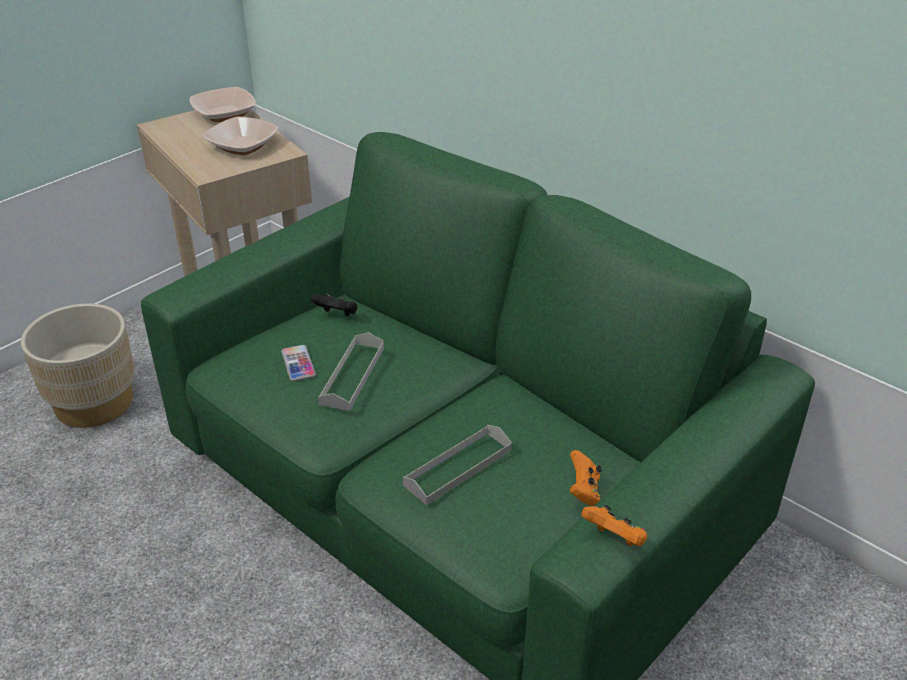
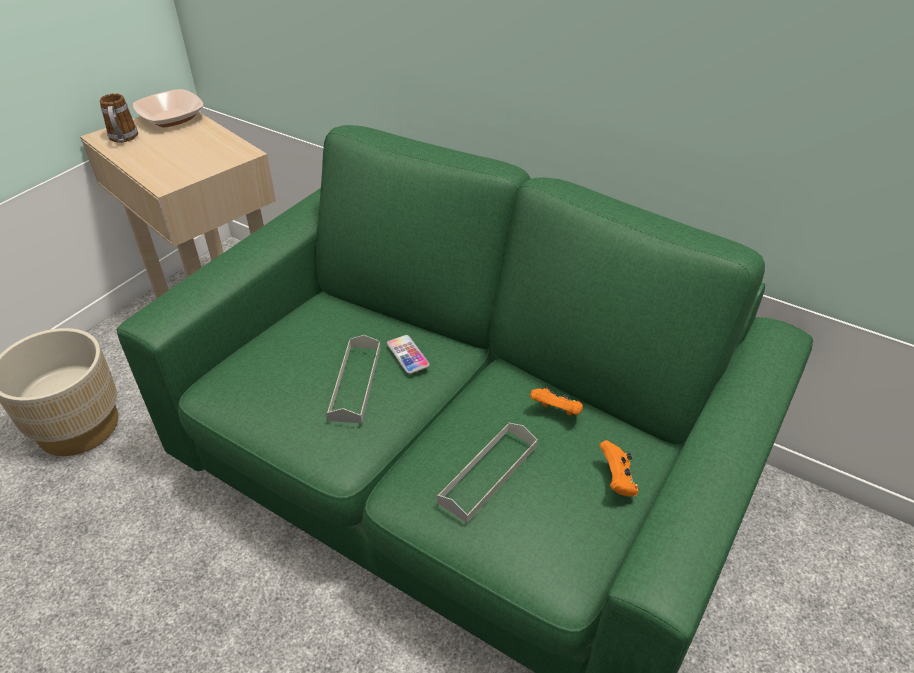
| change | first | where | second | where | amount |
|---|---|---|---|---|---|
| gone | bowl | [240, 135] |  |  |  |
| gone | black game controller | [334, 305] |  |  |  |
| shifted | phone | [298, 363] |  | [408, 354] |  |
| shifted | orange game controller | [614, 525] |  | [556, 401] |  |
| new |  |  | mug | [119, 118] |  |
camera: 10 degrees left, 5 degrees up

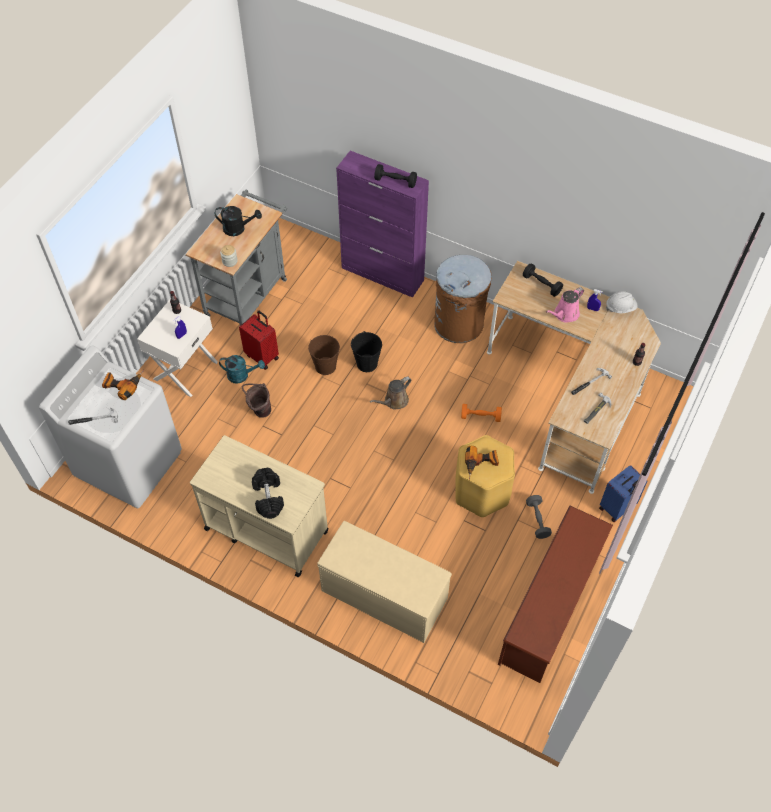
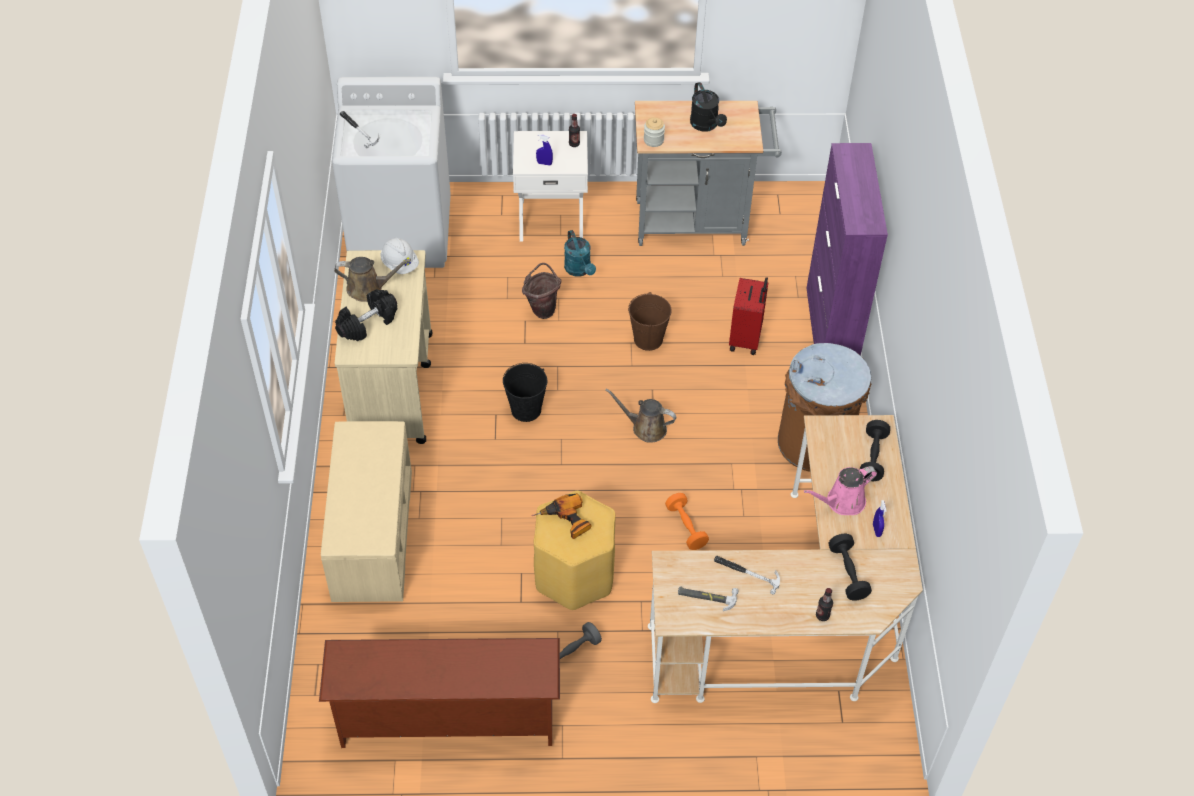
| change | first | where | second | where | amount |
|---|---|---|---|---|---|
| shifted | black dumbbell | [395, 176] |  | [850, 567] |  |
| rotated | pink watering can | [565, 305] |  | [840, 490] | 45 degrees counterclockwise |
| shifted | white hard hat | [622, 302] |  | [400, 255] |  |
| shifted | red suitcase | [259, 340] |  | [749, 316] |  |
| shifted | black bucket | [366, 351] |  | [525, 392] |  |
| gone | power drill | [123, 385] |  |  |  |
| gone | blue suitcase | [623, 493] |  |  |  |
| new |  |  | brown watering can | [372, 279] |  |
camera: 60 degrees right, 5 degrees down

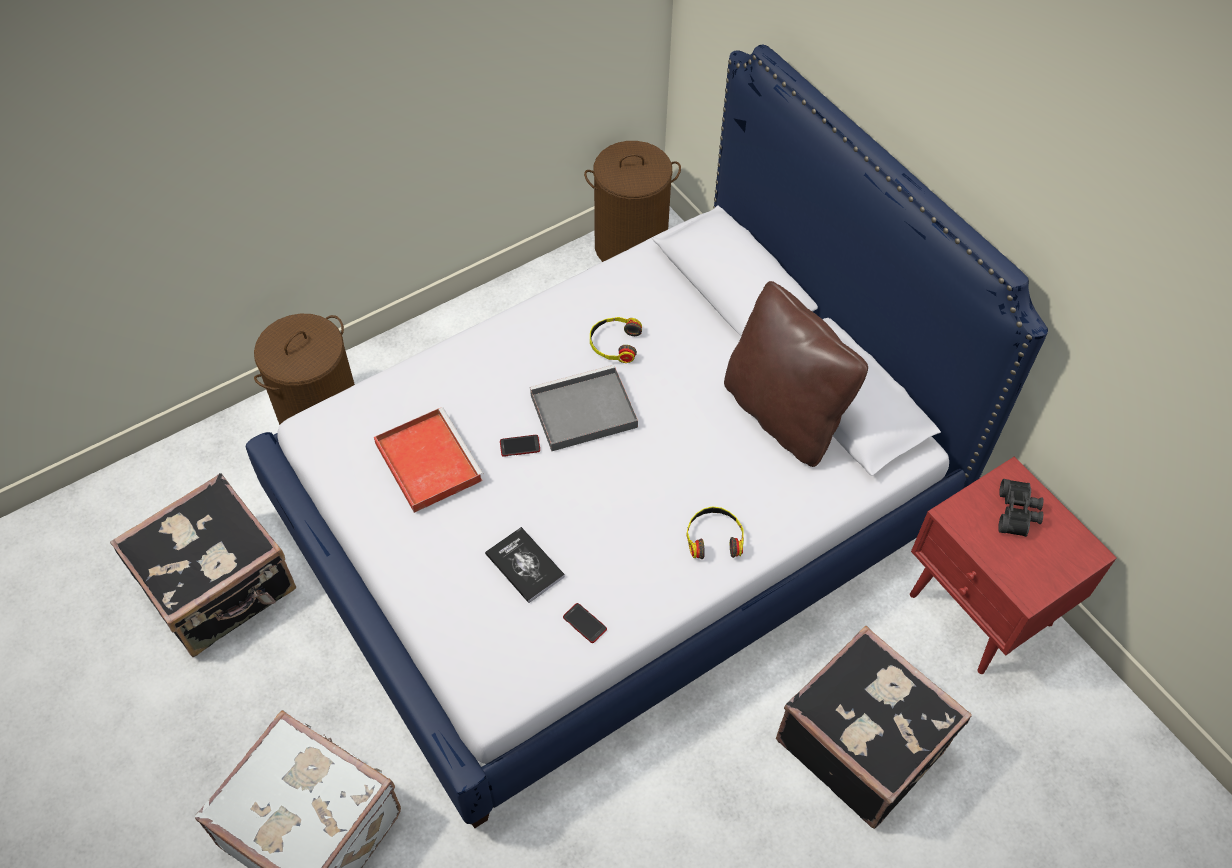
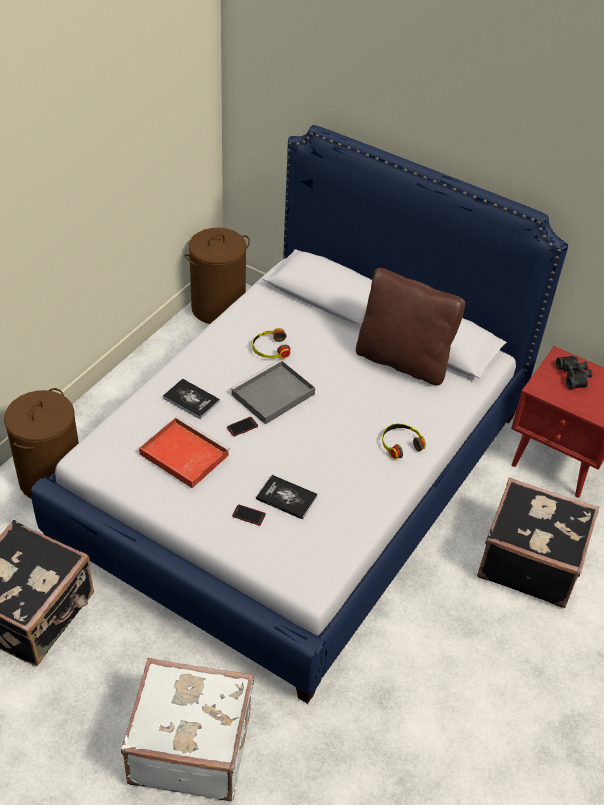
| change | first | where | second | where | amount |
|---|---|---|---|---|---|
| shifted | phone | [585, 623] |  | [249, 515] |  |
| new |  |  | book | [191, 399] |  |
camera: 25 degrees left, 10 degrees down

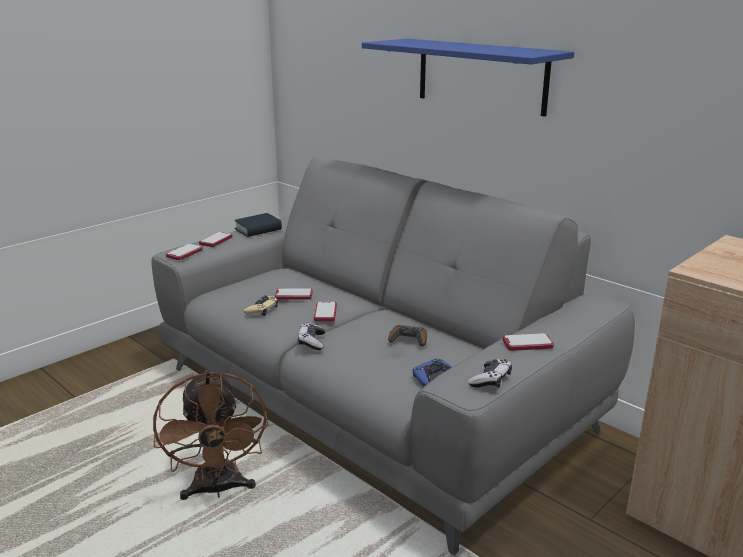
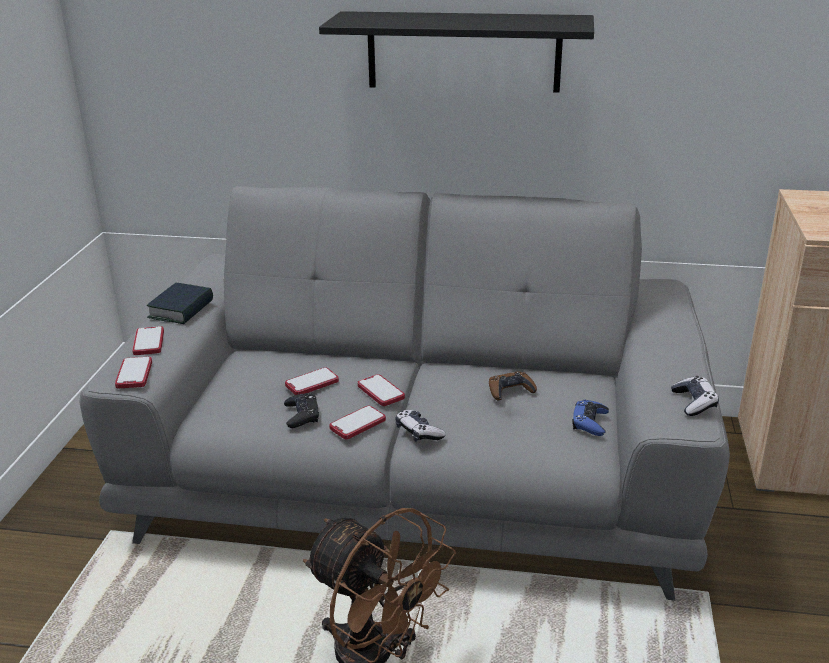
| change | first | where | second | where | amount |
|---|---|---|---|---|---|
| repainted | blue shelf | [468, 78] | black shelf | [456, 52] |  |
| repainted | beige game controller | [261, 305] | black game controller | [301, 410] |  |
| shifted | phone | [528, 342] |  | [357, 422] |  |
camera: 35 degrees left, 5 degrees up

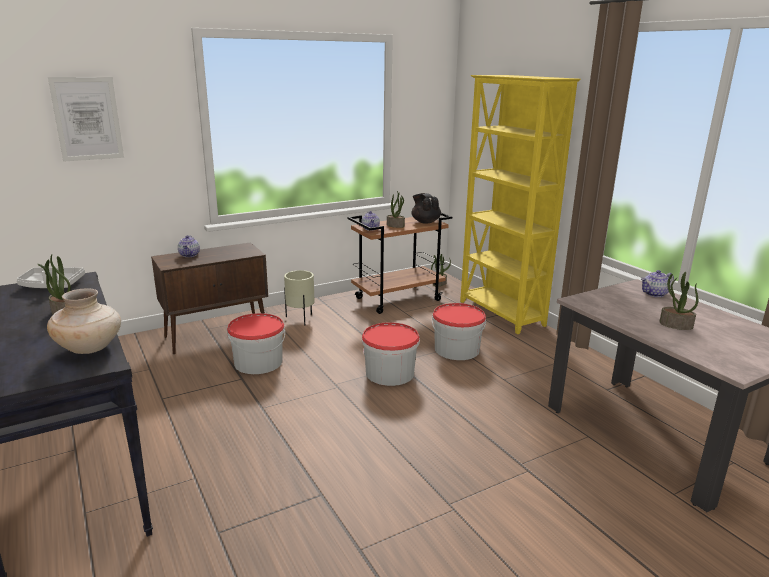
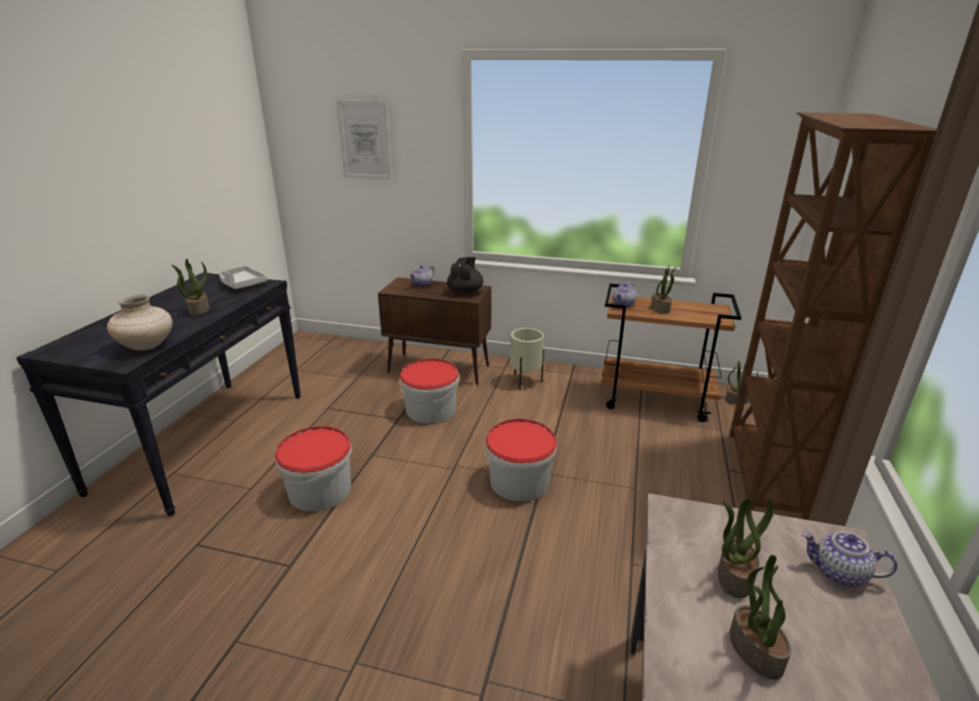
| change | first | where | second | where | amount |
|---|---|---|---|---|---|
| repainted | yellow bookcase | [520, 204] | brown bookcase | [833, 316] |  |
| shifted | black teapot | [426, 208] |  | [465, 276] |  |
| shifted | bucket | [459, 331] |  | [313, 468] |  |
| new |  |  | potted plant | [746, 547] |  |
camera: 45 degrees right, 5 degrees up

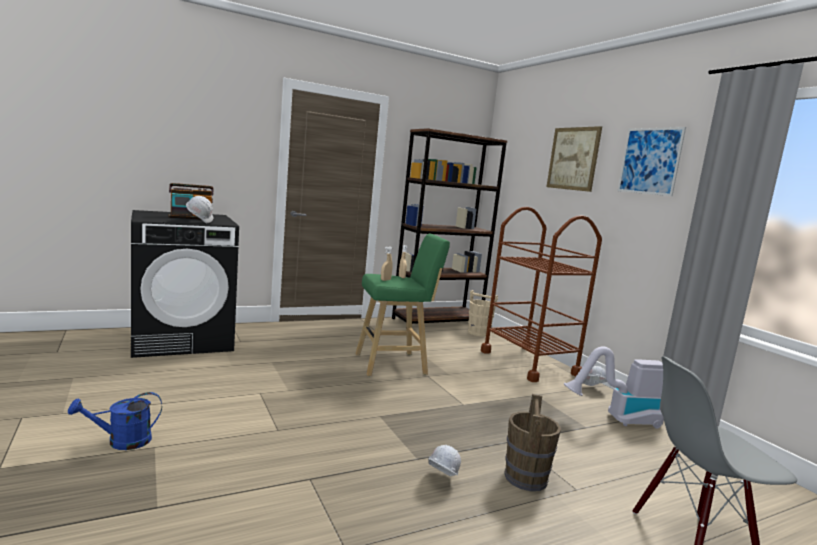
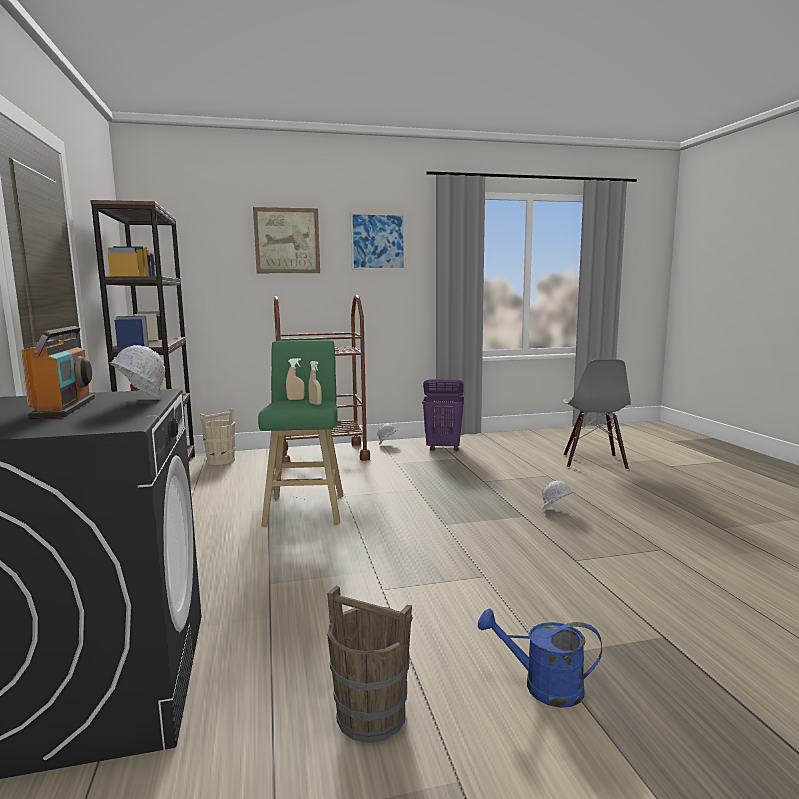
| change | first | where | second | where | amount |
|---|---|---|---|---|---|
| swapped | vacuum cleaner | [614, 388] | purple laundry basket | [443, 415] |  |
| rotated | blue watering can | [115, 421] |  | [540, 658] | 120 degrees clockwise |
| shifted | brown bucket | [532, 442] |  | [370, 664] |  |
camera: 75 degrees left, 0 degrees up

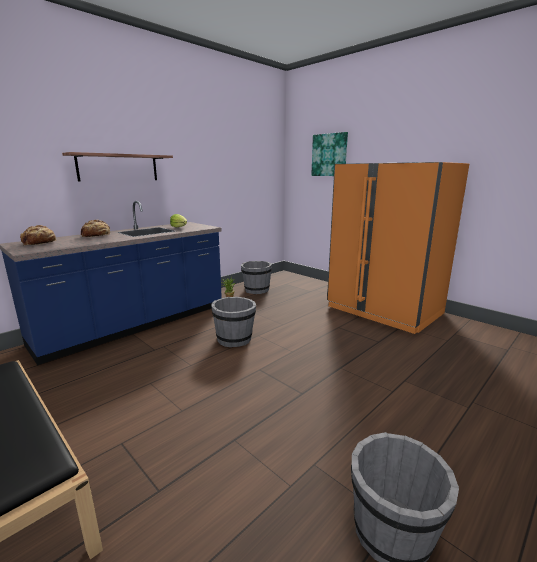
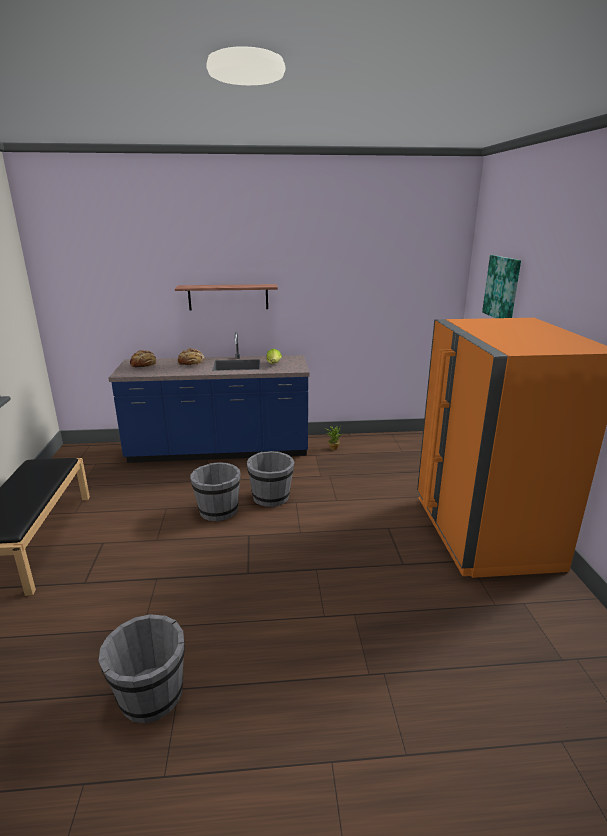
| change | first | where | second | where | amount |
|---|---|---|---|---|---|
| shifted | grey bucket | [256, 277] |  | [215, 491] |  |
camera: 40 degrees right, 5 degrees up

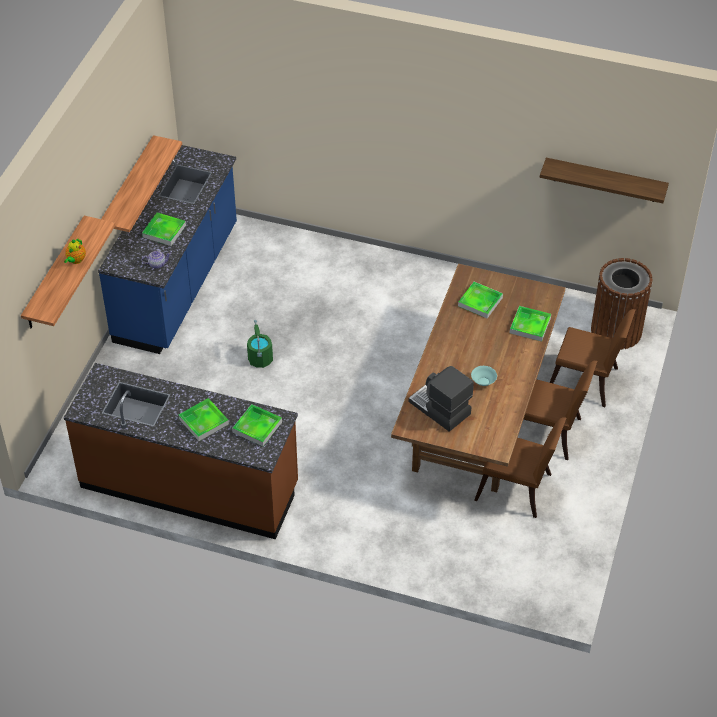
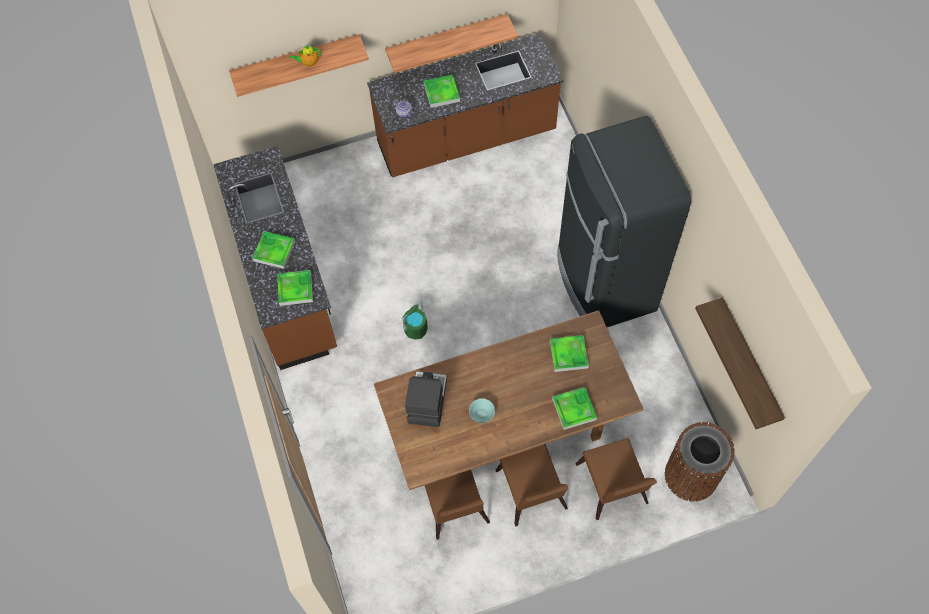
| change | first | where | second | where | amount |
|---|---|---|---|---|---|
| repainted | blue counter | [167, 249] | brown counter | [465, 105] |  |
| shifted | green bucket | [260, 344] |  | [415, 319] |  |
| new |  |  | black fridge | [624, 221] |  |
camera: 55 degrees right, 15 degrees up

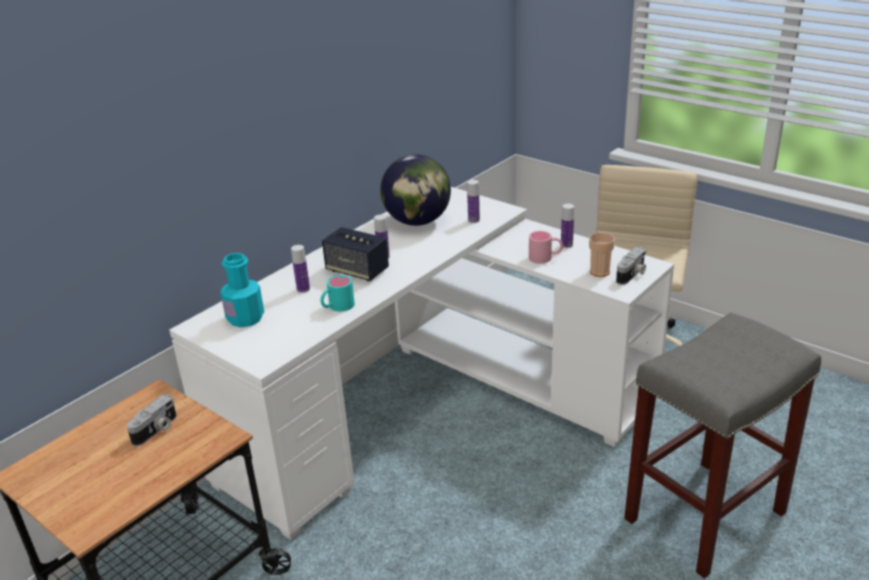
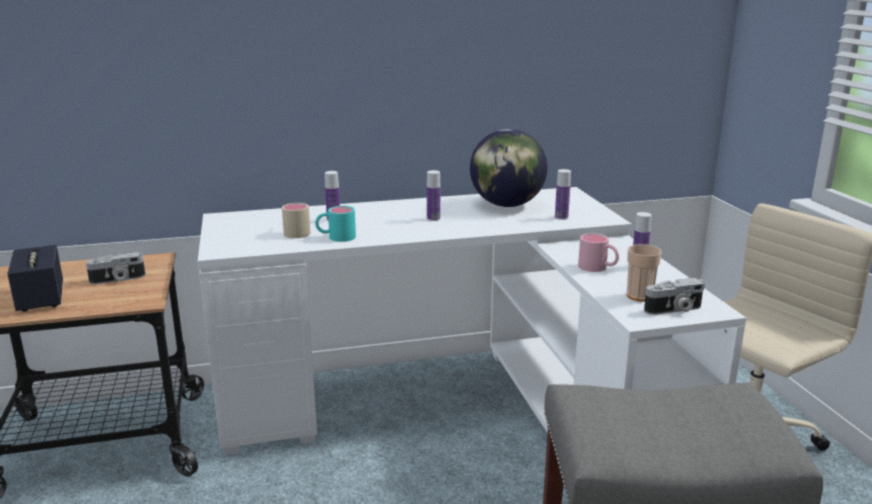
| change | first | where | second | where | amount |
|---|---|---|---|---|---|
| shifted | speaker | [355, 254] |  | [35, 278] |  |
| gone | turquoise bottle | [242, 290] |  |  |  |
| new |  |  | beige mug | [296, 220] |  |
camera: 35 degrees right, 10 degrees down

